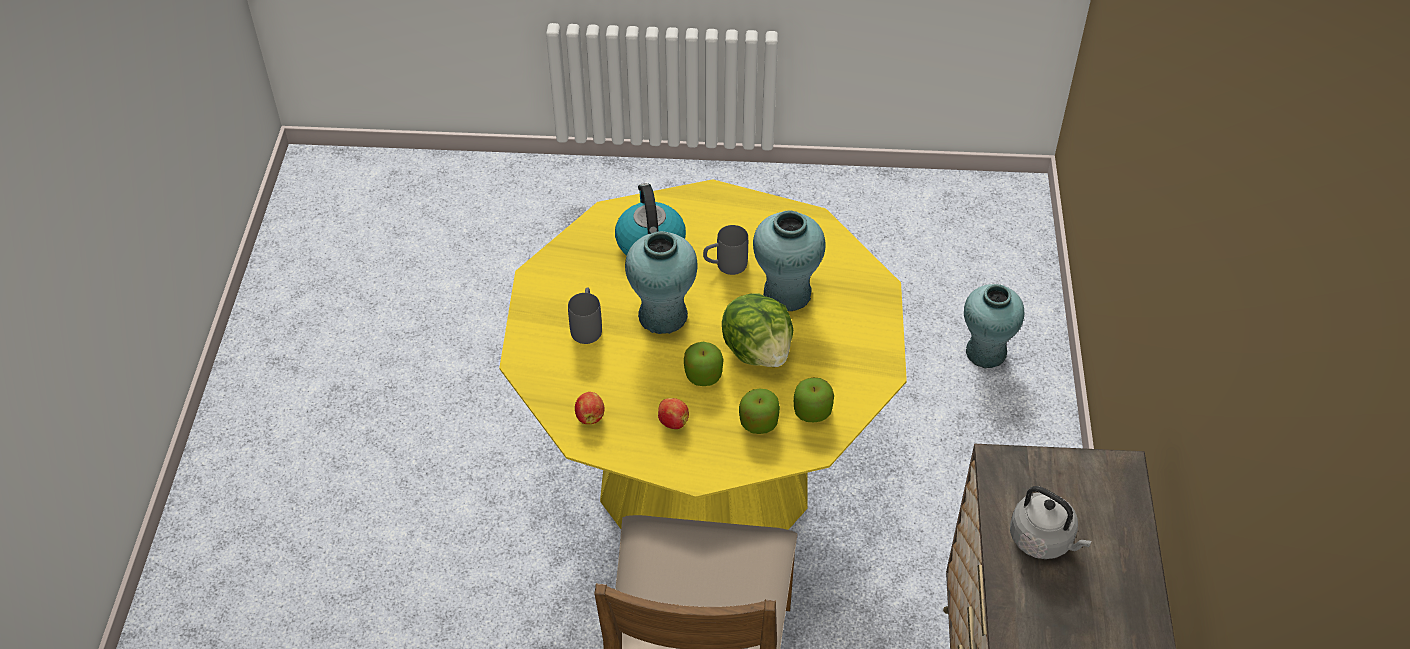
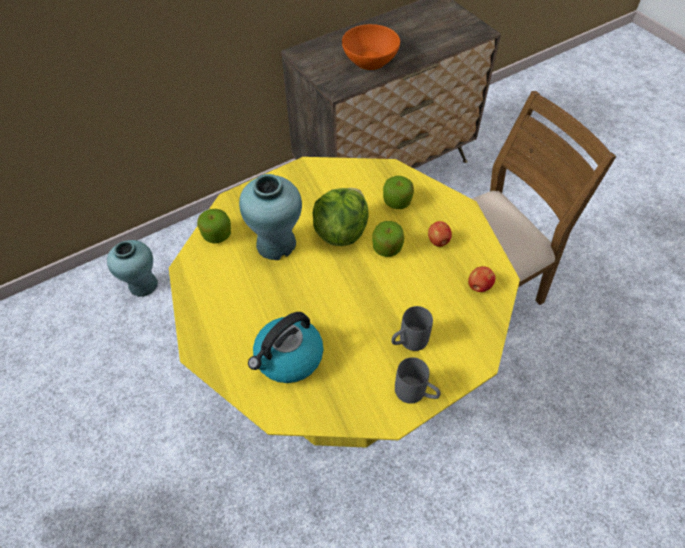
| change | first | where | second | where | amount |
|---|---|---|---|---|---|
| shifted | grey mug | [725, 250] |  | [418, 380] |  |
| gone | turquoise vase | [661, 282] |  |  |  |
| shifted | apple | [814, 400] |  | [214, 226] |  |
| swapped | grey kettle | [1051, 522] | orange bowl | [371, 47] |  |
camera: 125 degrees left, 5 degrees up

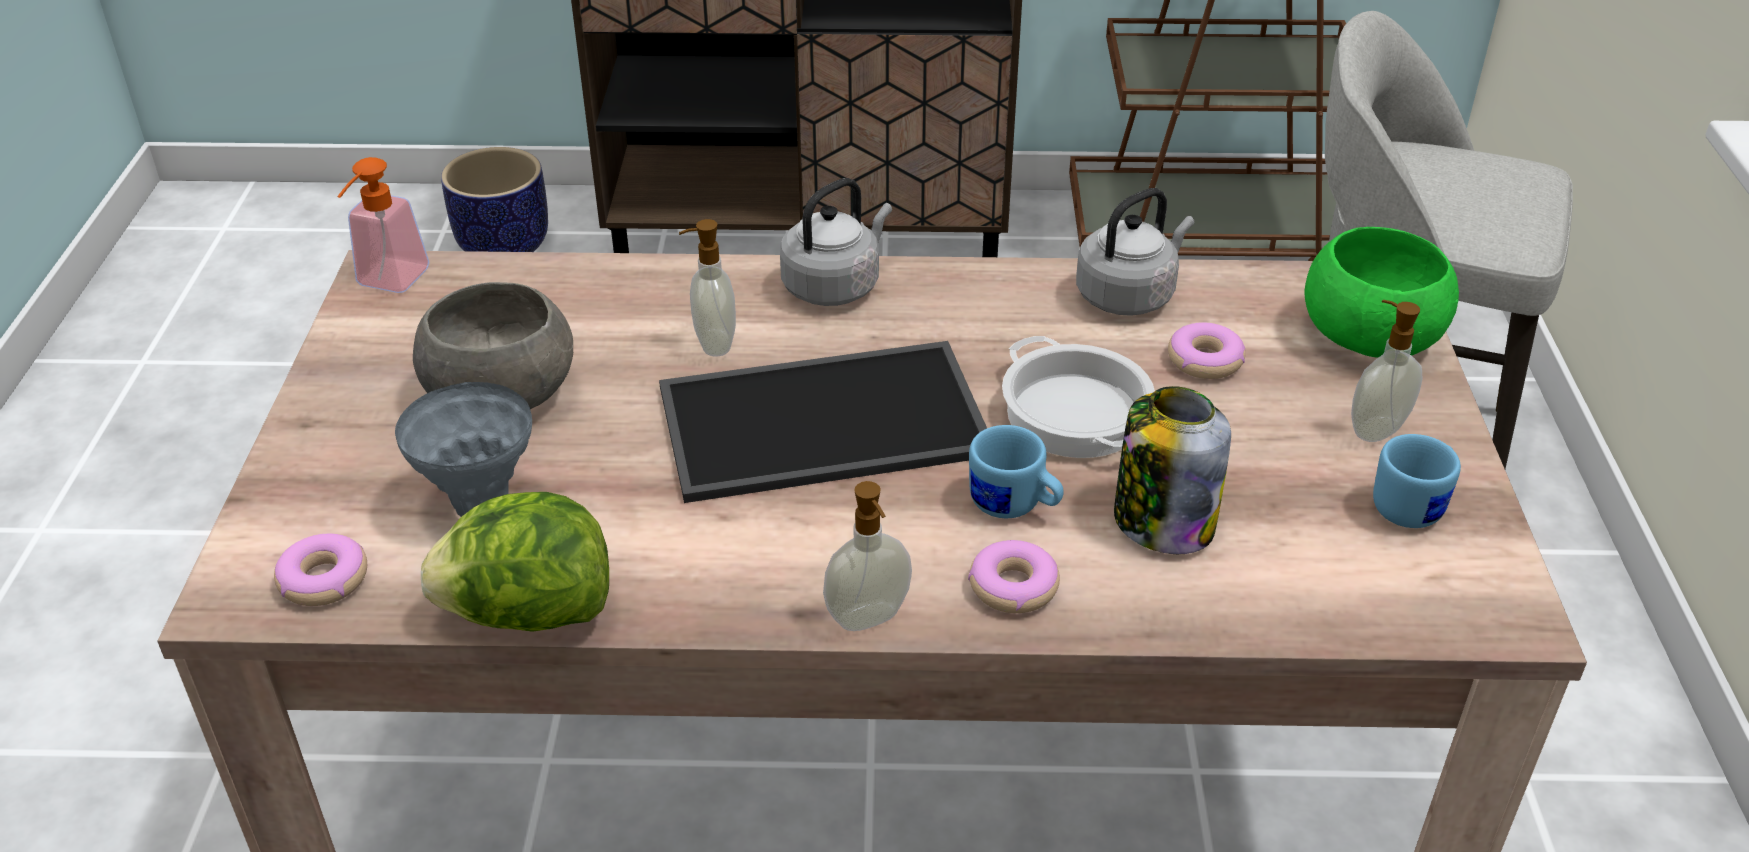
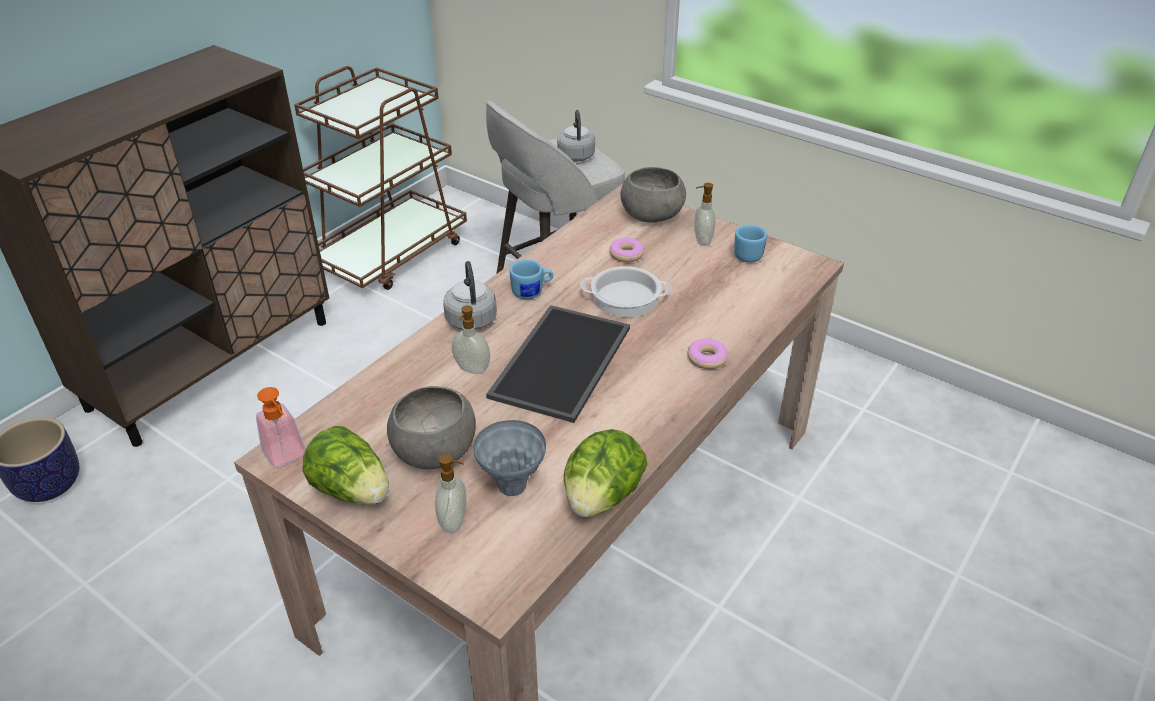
| change | first | where | second | where | amount |
|---|---|---|---|---|---|
| shifted | grey kettle | [1135, 252] |  | [576, 136] |  |
| repainted | green bowl | [1382, 292] | grey bowl | [653, 195] |  |
| gone | jar | [1172, 470] |  |  |  |
| shifted | blue mug | [1016, 471] |  | [531, 279] |  |
| shifted | soap dispenser | [867, 556] |  | [450, 493] |  |
| gone | donut | [320, 569] |  |  |  |
| new |  |  | lettuce | [345, 465] |  |
camera: 55 degrees left, 0 degrees up

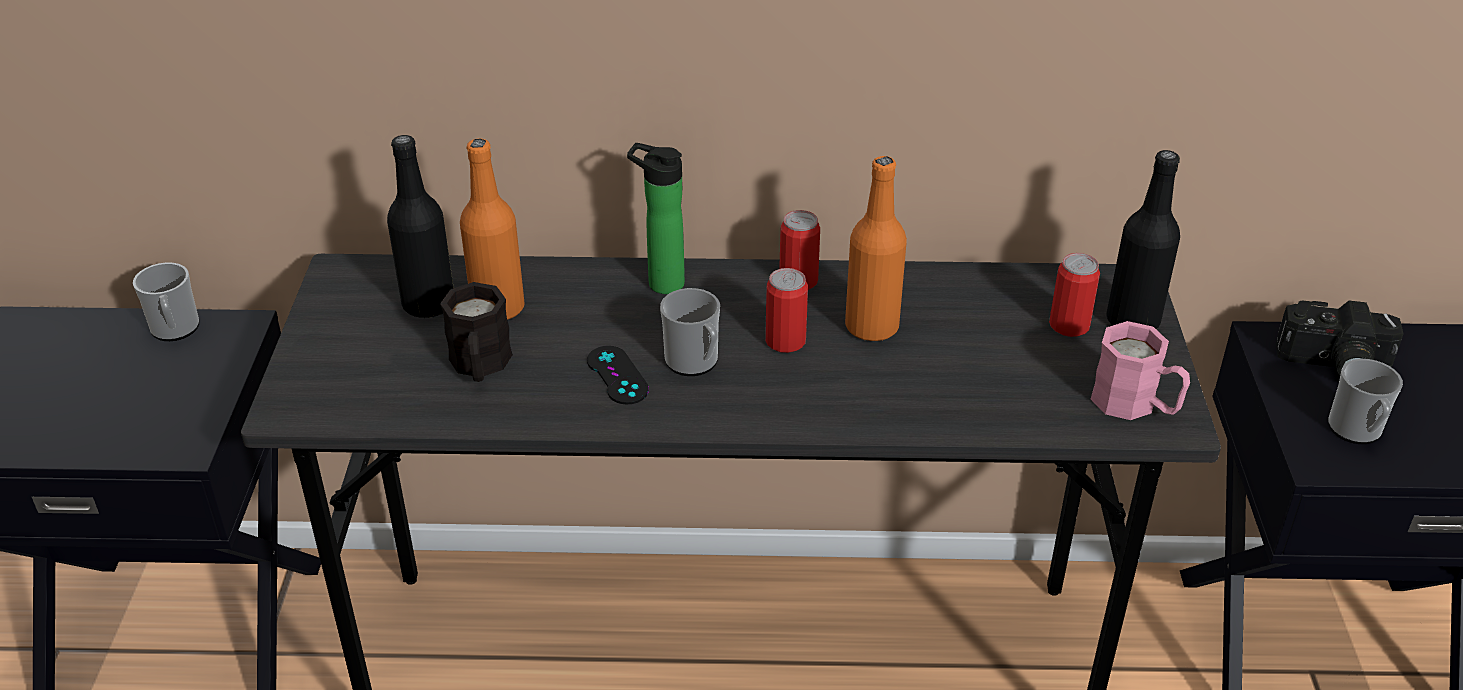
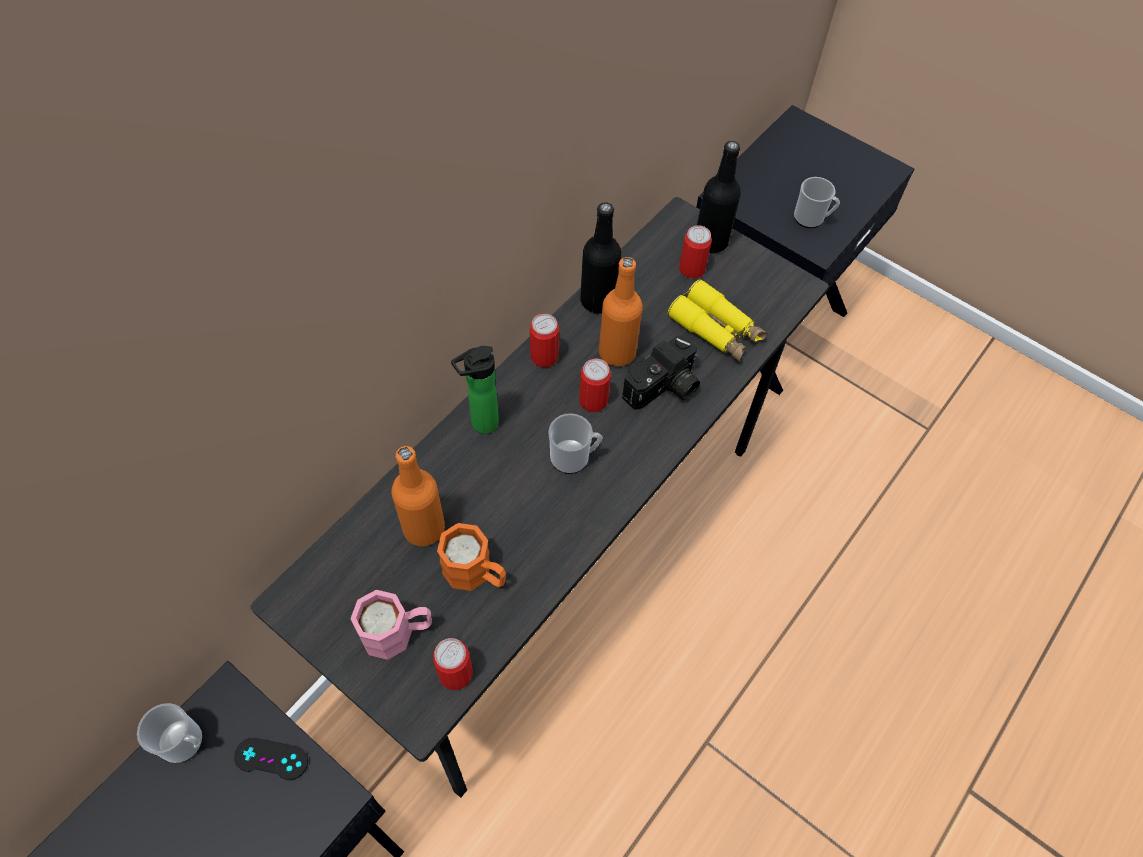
| change | first | where | second | where | amount |
|---|---|---|---|---|---|
| shifted | black bottle | [420, 227] |  | [600, 257] |  |
| repainted | black mug | [476, 332] | orange mug | [471, 557] |  |
| shifted | photo camera | [1340, 338] |  | [661, 372] |  |
| shifted | pink mug | [1140, 370] |  | [391, 625] |  |
| shifted | black game controller | [618, 375] |  | [271, 758] |  |
| new |  |  | yellow binoculars | [717, 320] |  |
| new |  |  | can | [453, 664] |  |
camera: 55 degrees left, 20 degrees up

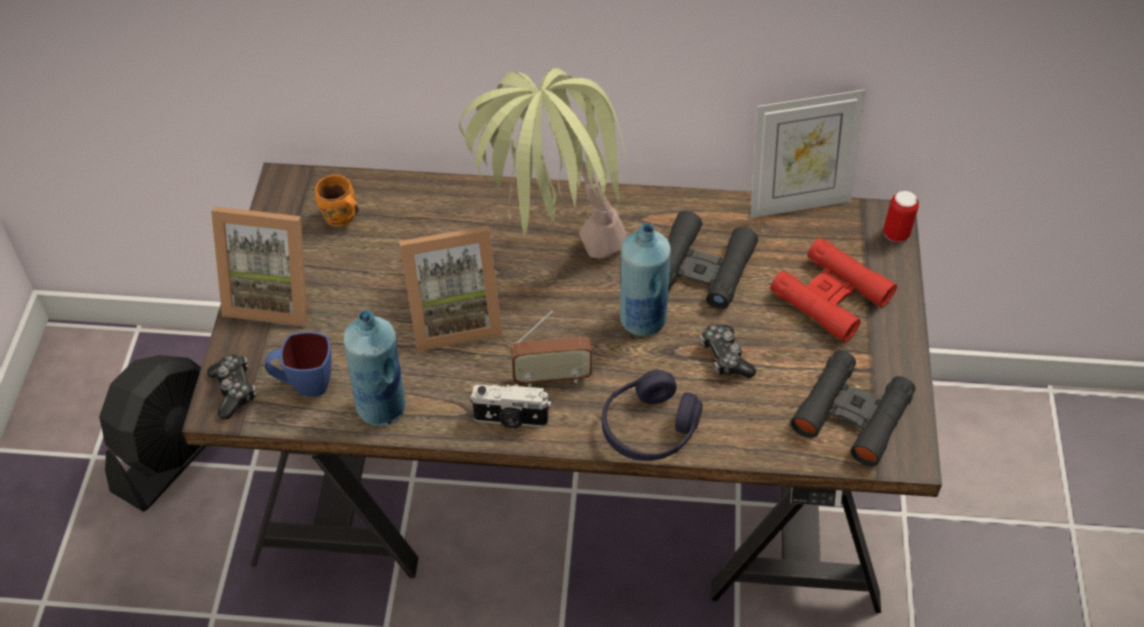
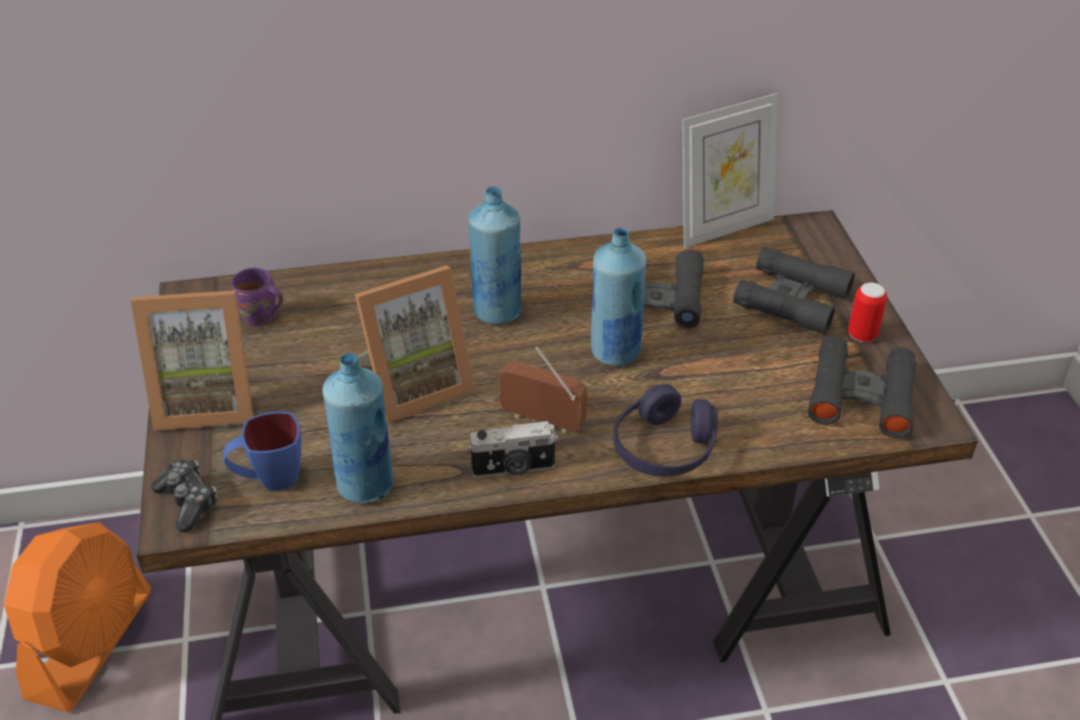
| change | first | where | second | where | amount |
|---|---|---|---|---|---|
| swapped | potted plant | [544, 163] | blue bottle | [495, 255] |  |
| repainted | orange mug | [337, 200] | purple mug | [257, 297] |  |
| shifted | can | [901, 216] |  | [867, 312] |  |
| repainted | red binoculars | [833, 290] | black binoculars | [794, 291] |  |
| rotated | radio | [552, 349] |  | [543, 389] | 135 degrees counterclockwise |
| gone | game controller | [728, 351] |  |  |  |
| repainted | black fan | [152, 433] | orange fan | [77, 617] |  |
camera: 15 degrees left, 10 degrees down

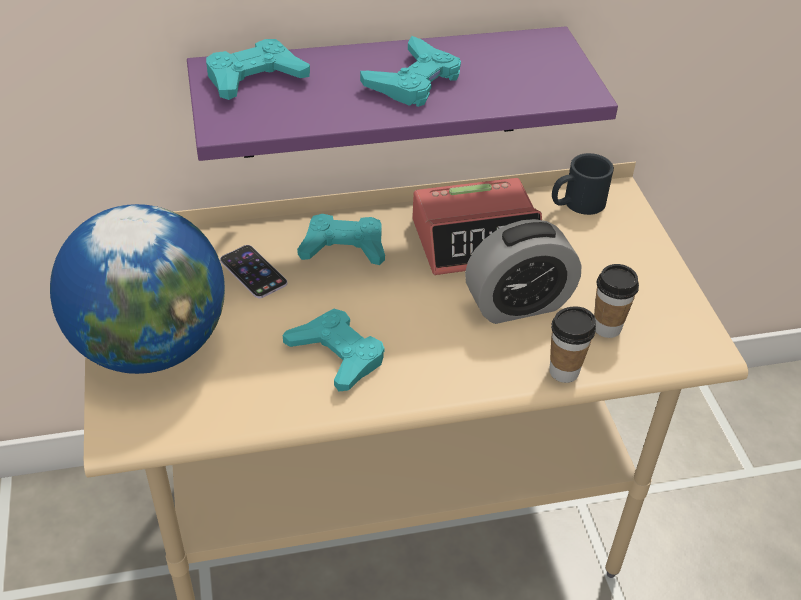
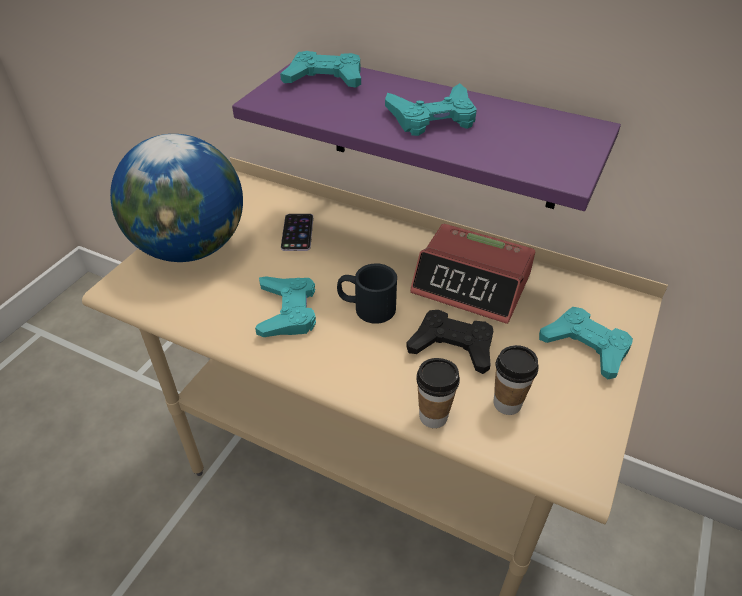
| change | first | where | second | where | amount |
|---|---|---|---|---|---|
| shifted | black mug | [583, 184] |  | [367, 293] |  |
| shifted | turquoise game controller | [341, 239] |  | [586, 343] |  |
| swapped | alarm clock | [523, 271] | black game controller | [449, 342] |  |
camera: 40 degrees right, 0 degrees up

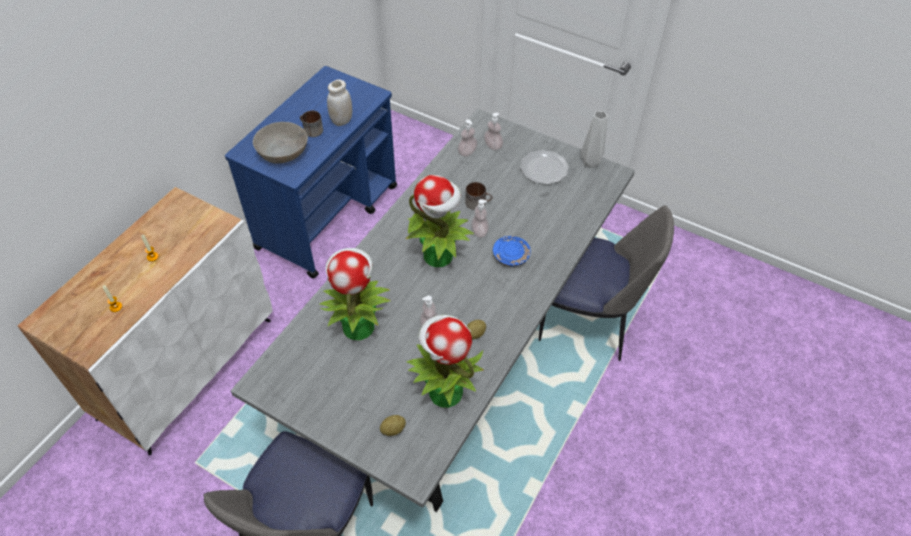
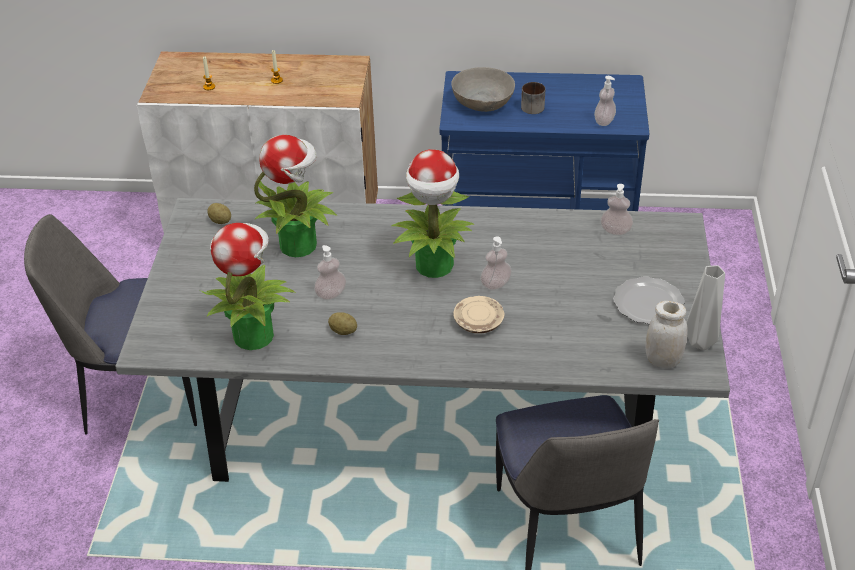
| change | first | where | second | where | amount |
|---|---|---|---|---|---|
| shifted | white jar | [339, 103] |  | [667, 334] |  |
| shifted | soap dispenser | [493, 131] |  | [605, 101] |  |
| gone | mug | [478, 196] |  |  |  |
| repainted | blue plate | [512, 251] | beige plate | [478, 315] |  |
| shifted | potato | [393, 425] |  | [219, 213] |  |
camera: 65 degrees right, 10 degrees down

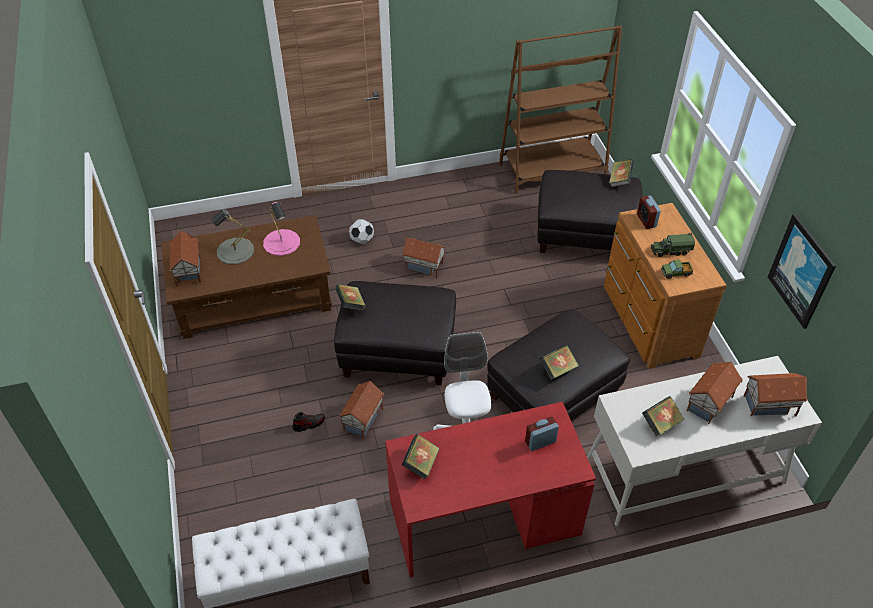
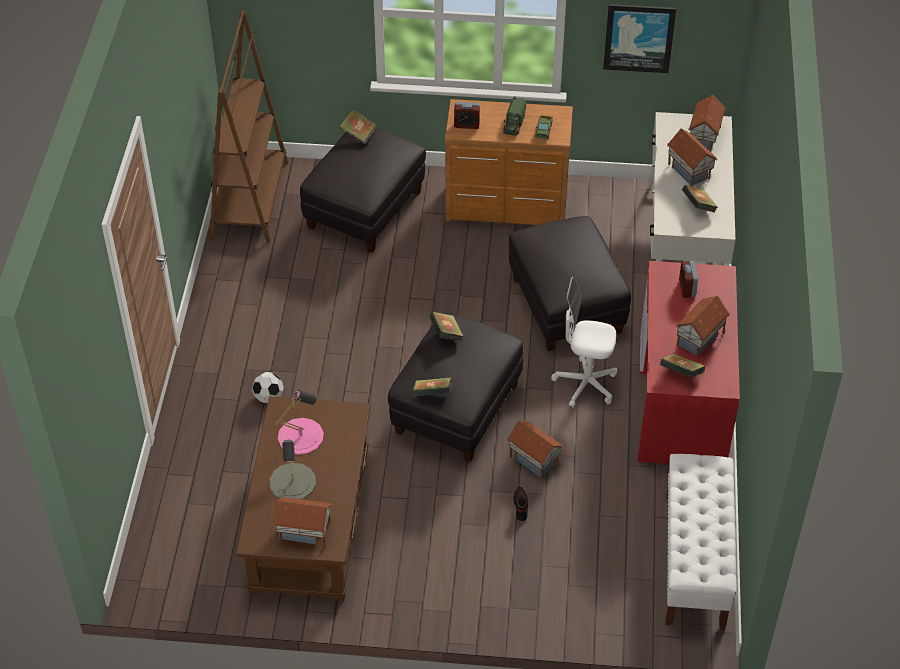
| change | first | where | second | where | amount |
|---|---|---|---|---|---|
| shifted | toy house | [424, 258] |  | [703, 326] |  |
| shifted | book | [559, 362] |  | [446, 327] |  |
camera: 70 degrees left, 0 degrees up

